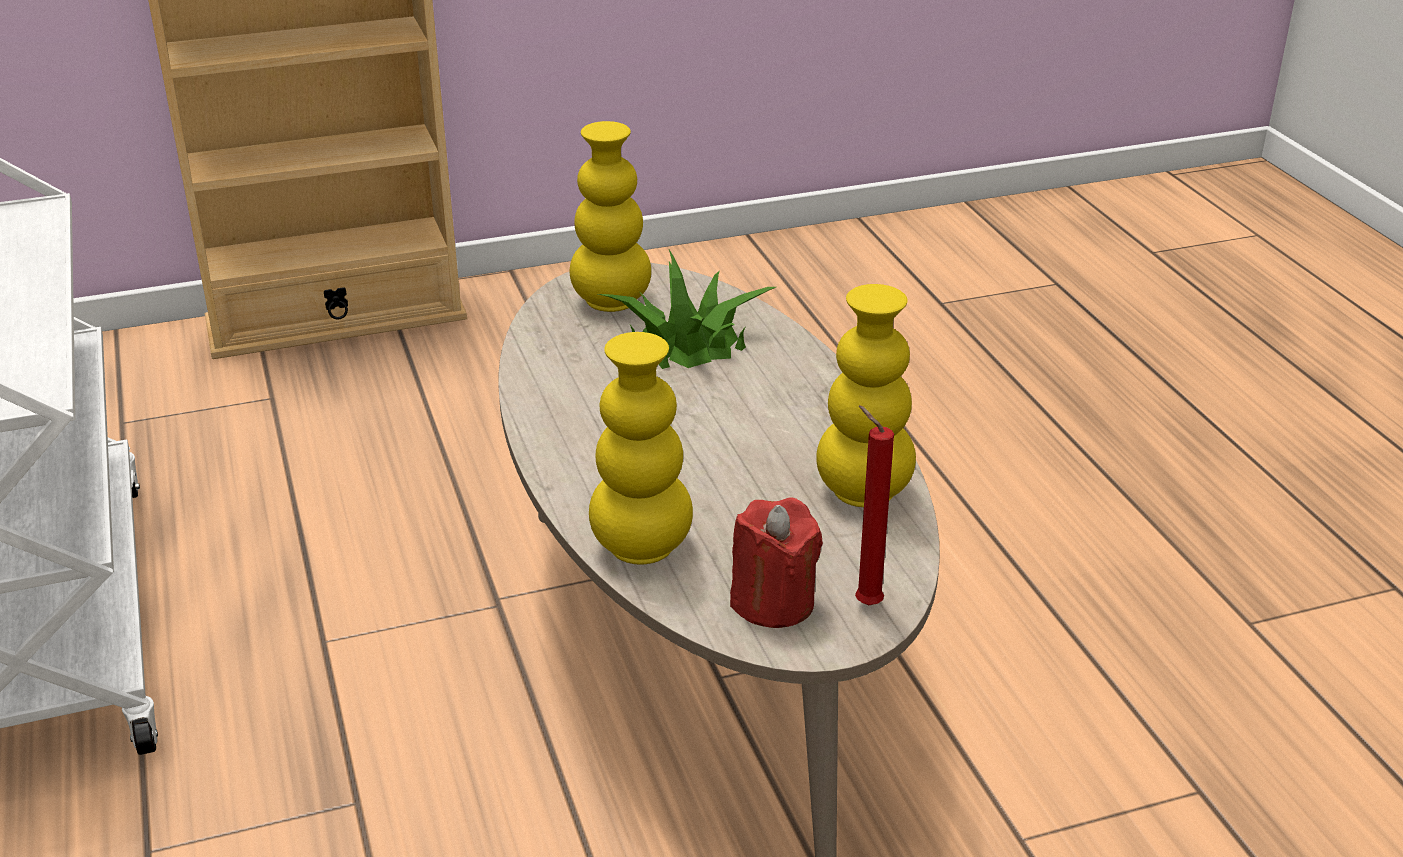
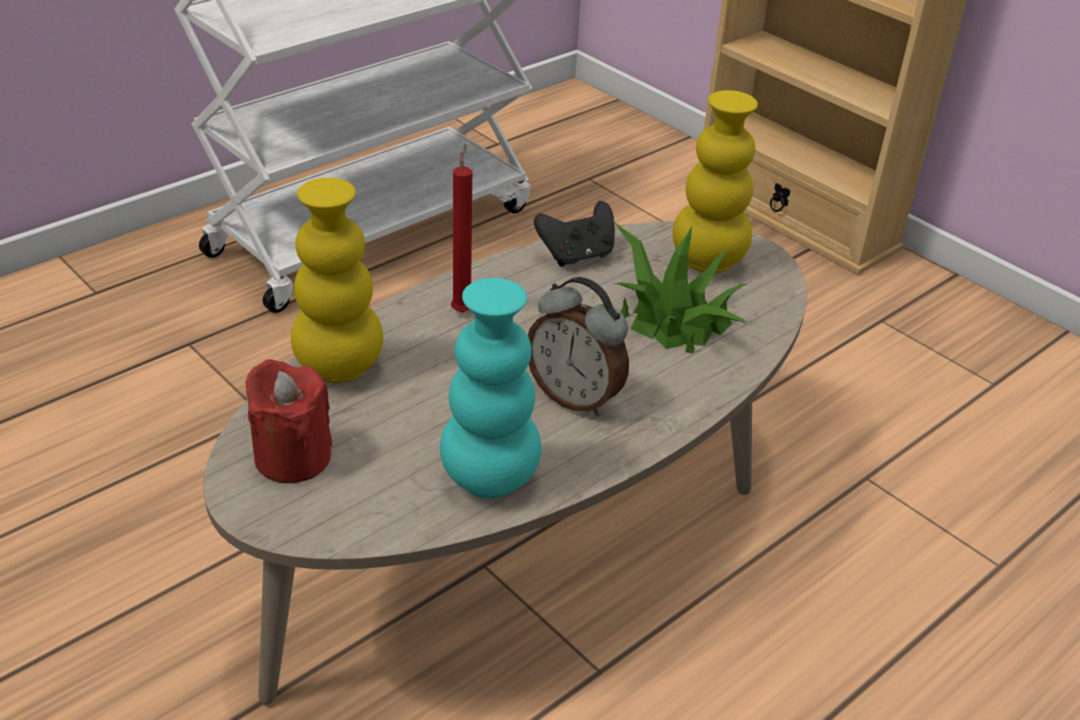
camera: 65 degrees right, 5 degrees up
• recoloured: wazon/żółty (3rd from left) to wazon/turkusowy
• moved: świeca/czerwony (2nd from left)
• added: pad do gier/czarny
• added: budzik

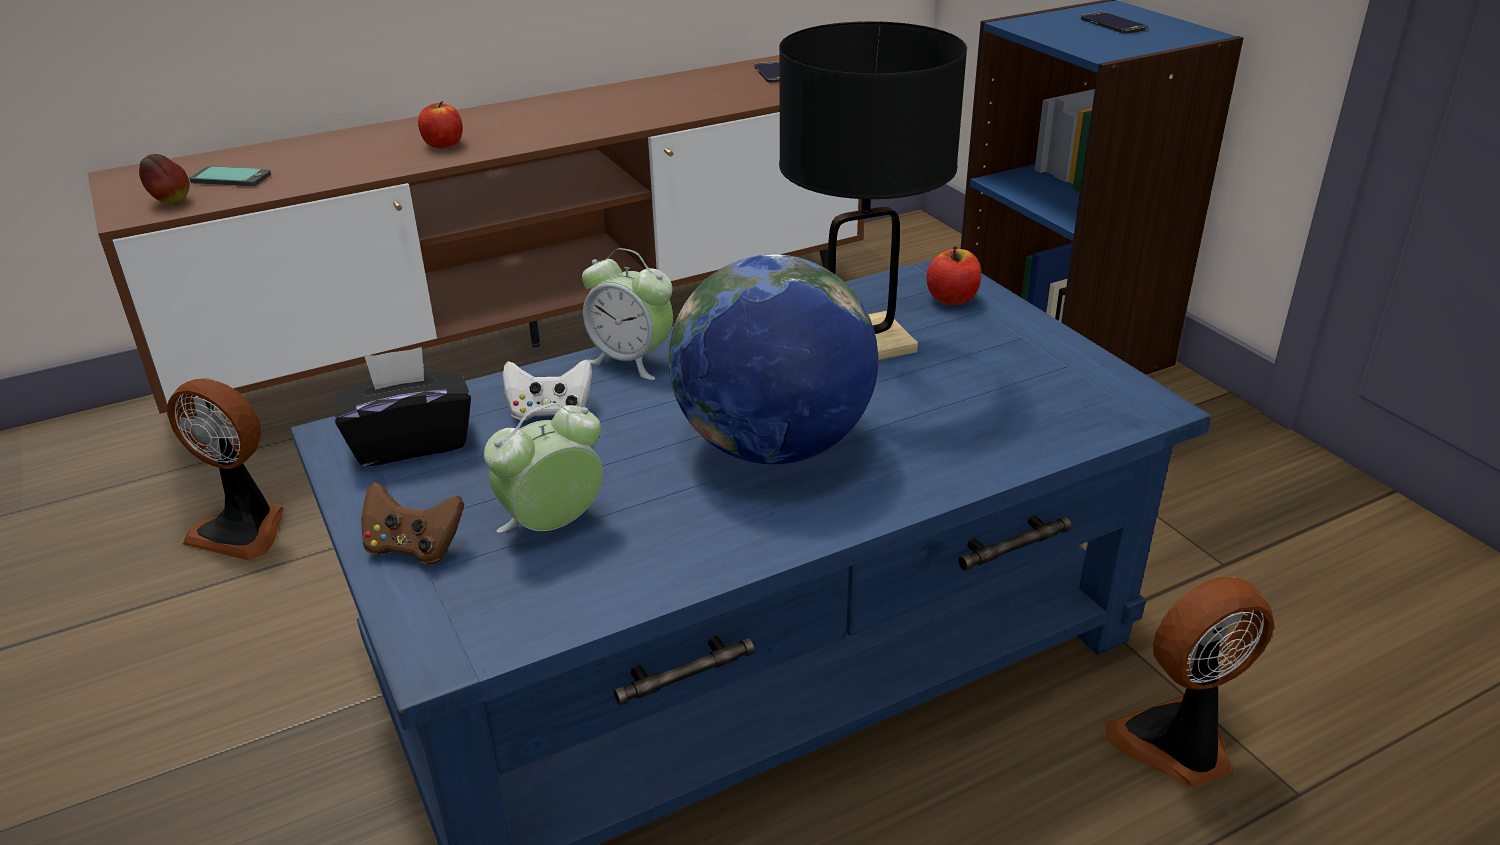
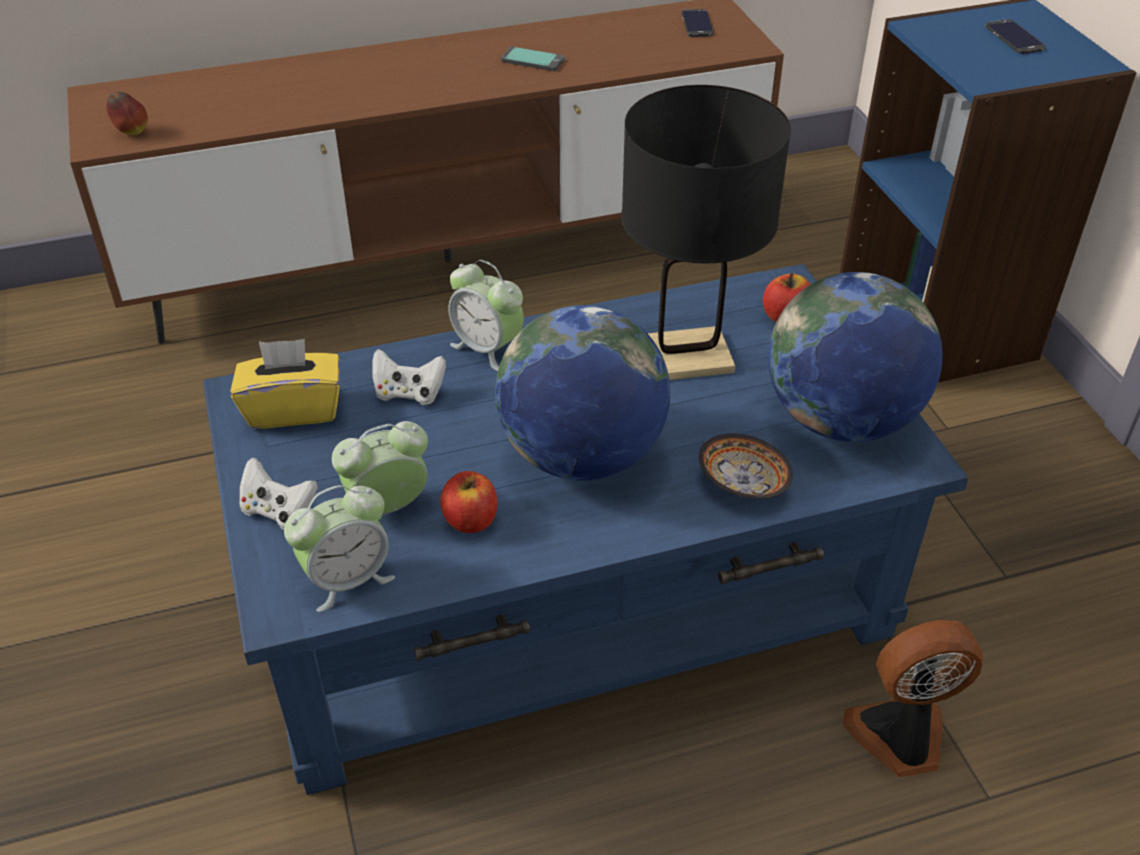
camera: 10 degrees right, 10 degrees up
• moved: jabłko (2nd from left)
• moved: telefon (1st from left)
• recoloured: pudełko chusteczek/czarny to pudełko chusteczek/żółty
• removed: wentylator (1st from left)
• recoloured: pad do gier/brązowy to pad do gier/biały (1st from left)
• added: globus (2nd from left)
• added: miska
• added: budzik (1st from left)

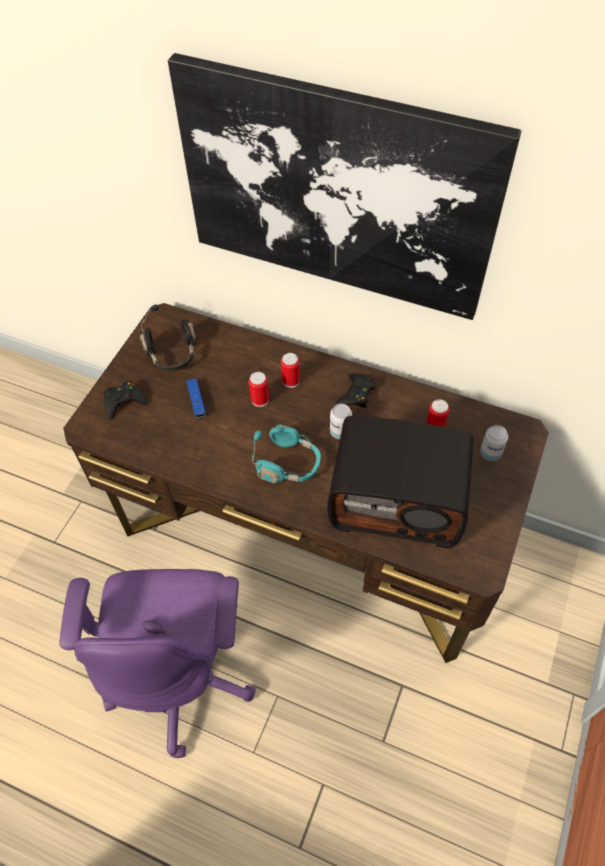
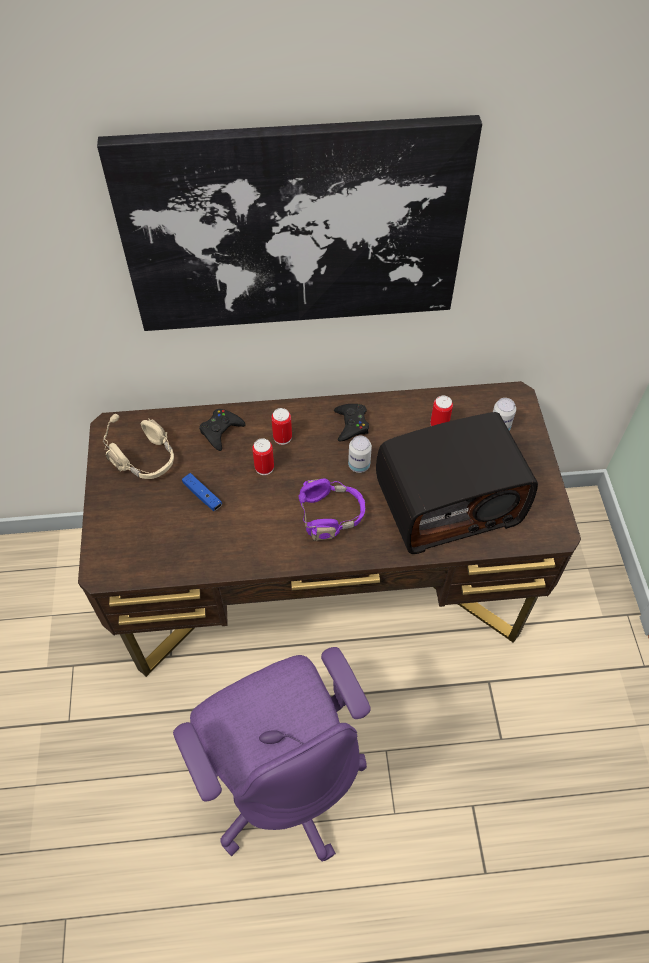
camera: 30 degrees left, 0 degrees up
• recoloured: słuchawki/czarny to słuchawki/beżowy
• moved: pad do gier/czarny (1st from left)
• recoloured: słuchawki/turkusowy to słuchawki/fioletowy

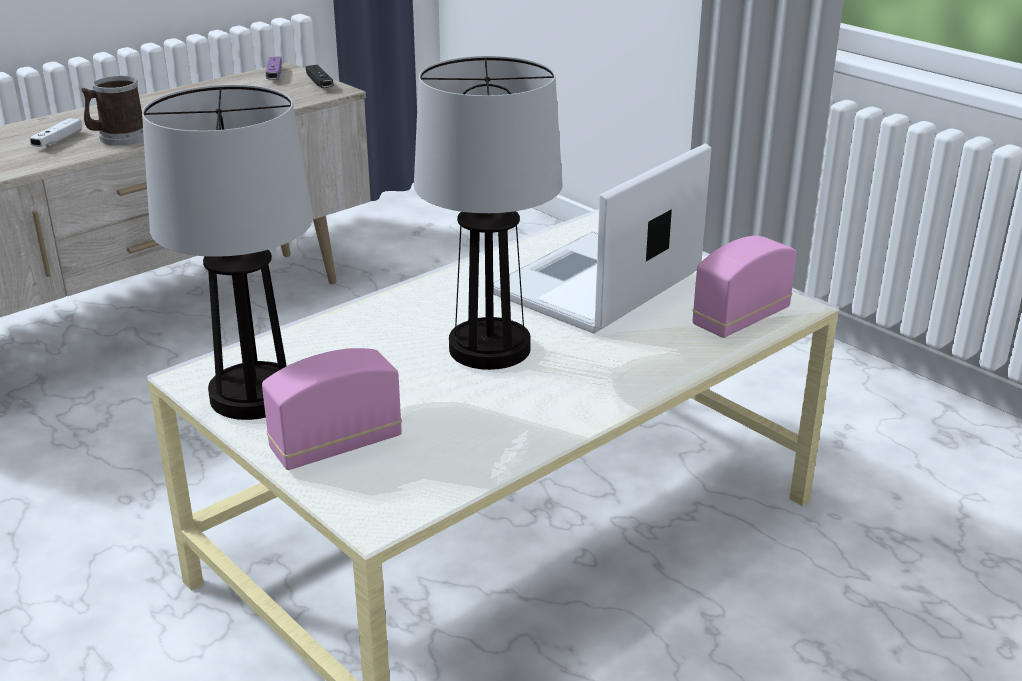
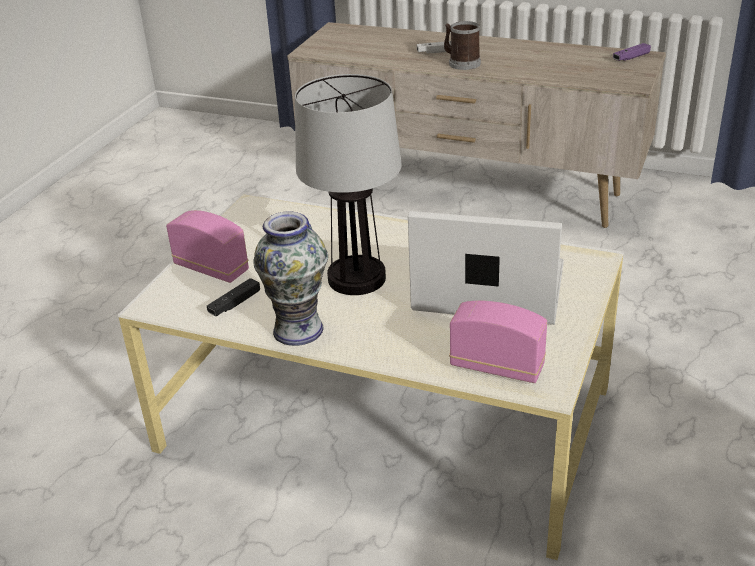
camera: 65 degrees right, 5 degrees up
• moved: pad do gier/czarny
• removed: lampa stołowa (1st from left)
• added: wazon

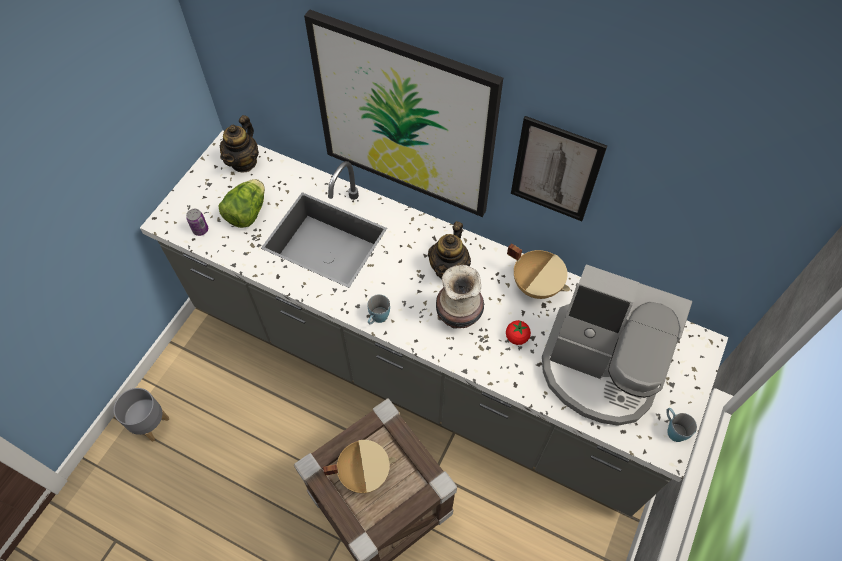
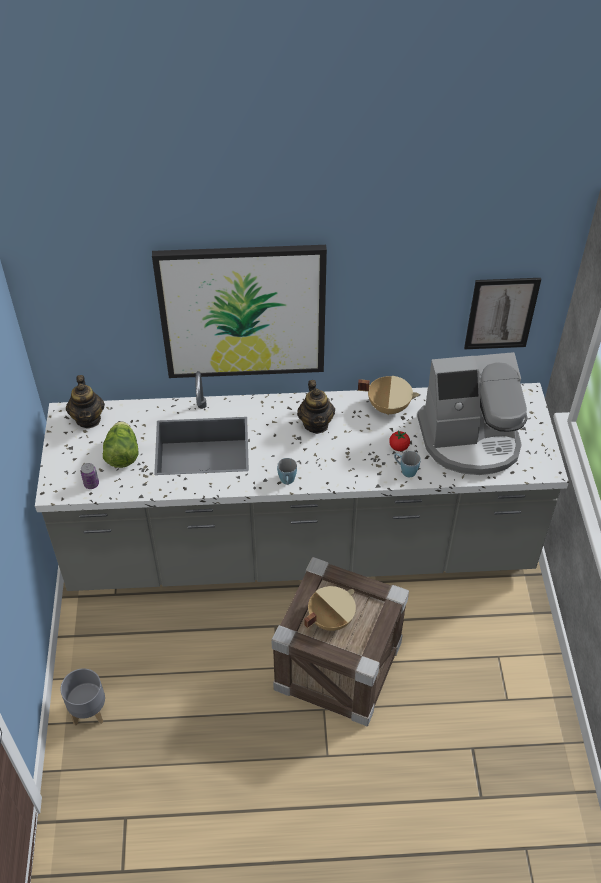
camera: 30 degrees left, 10 degrees down
• moved: obraz (2nd from left)
• removed: wazon
• moved: kubek/niebieski (2nd from left)

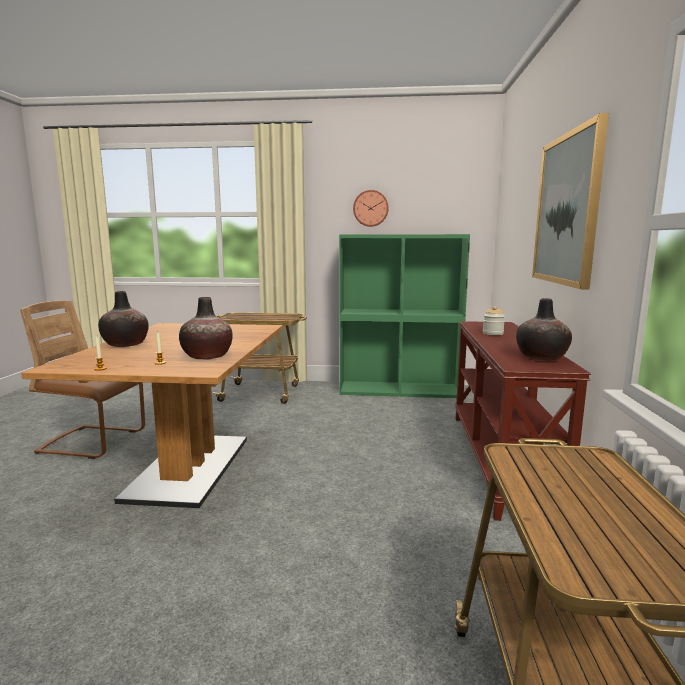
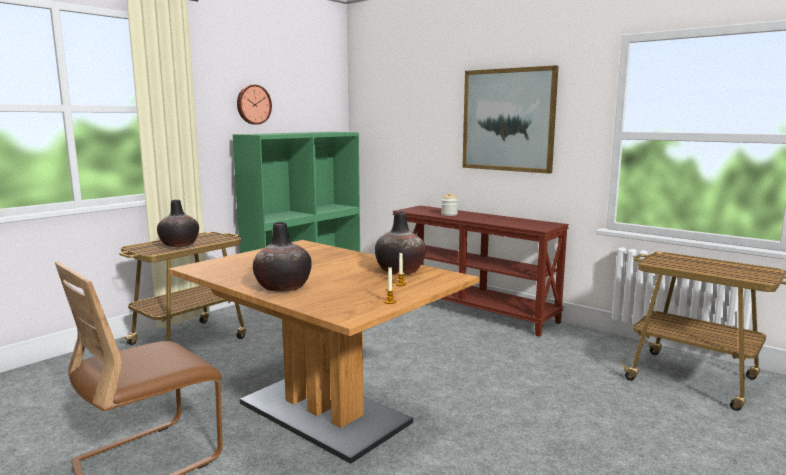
camera: 55 degrees left, 0 degrees up
• moved: wazon (3rd from left in the first image) to wazon (1st from left)

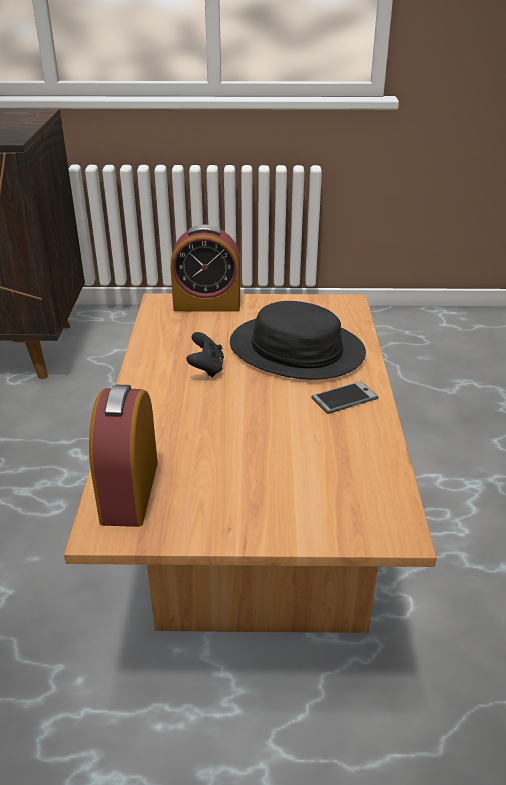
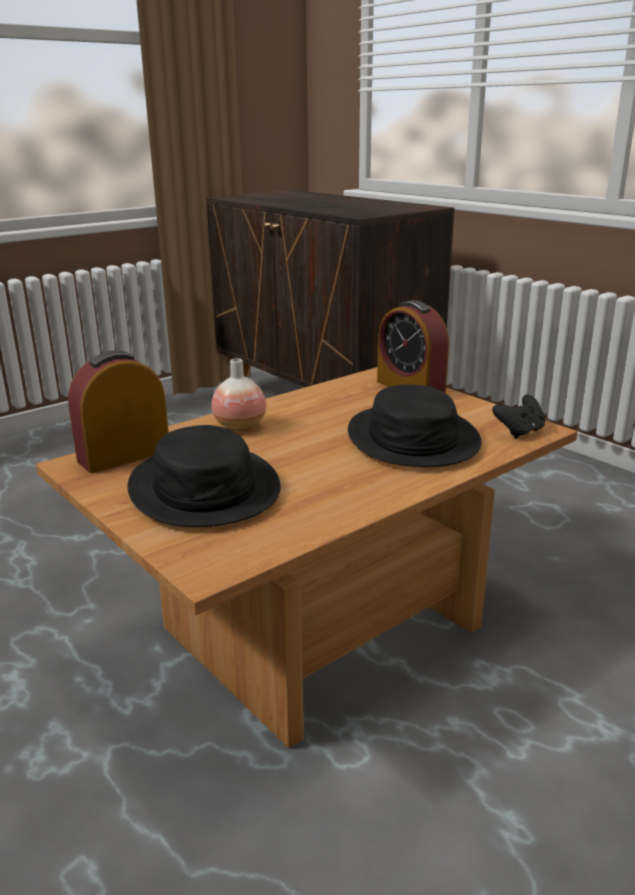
camera: 50 degrees right, 10 degrees down
• moved: pad do gier/czarny
• removed: telefon
• added: wazon
• added: kapelusz/czarny (1st from left)

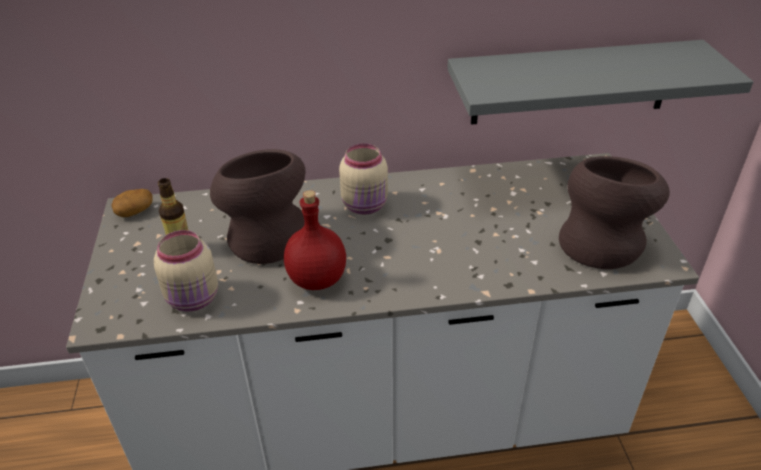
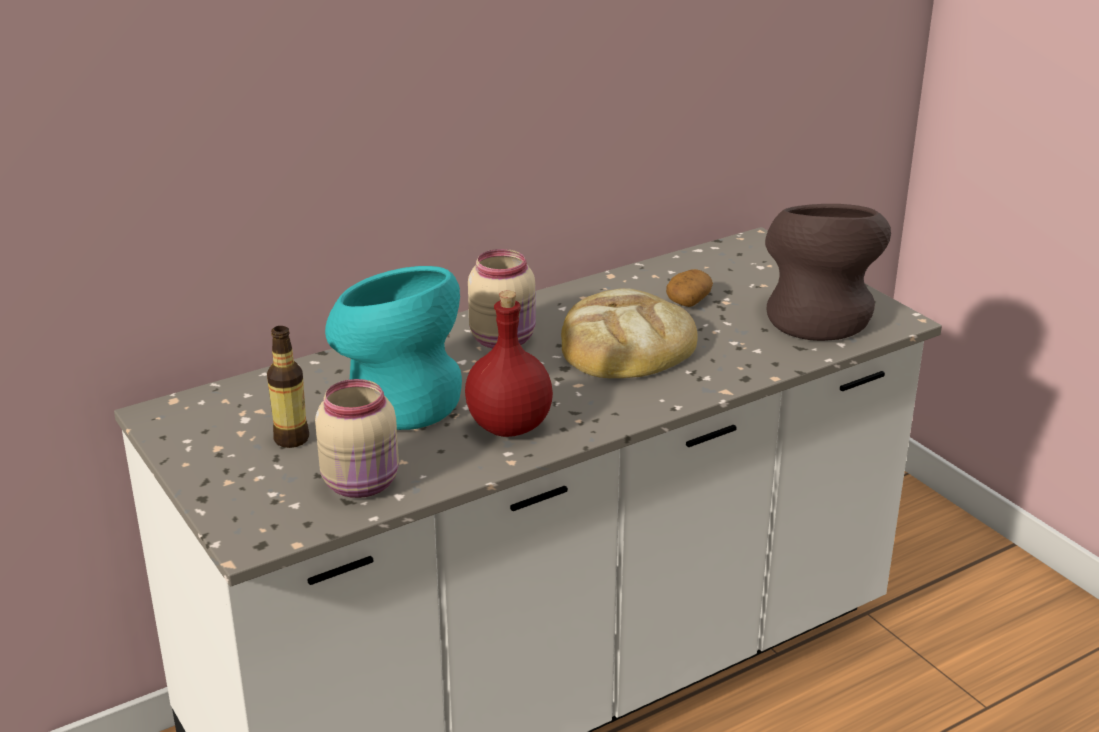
camera: 25 degrees left, 10 degrees down
• removed: półka/szary
• recoloured: wazon/brązowy (1st from left) to wazon/turkusowy
• moved: ziemniak
• added: chleb

